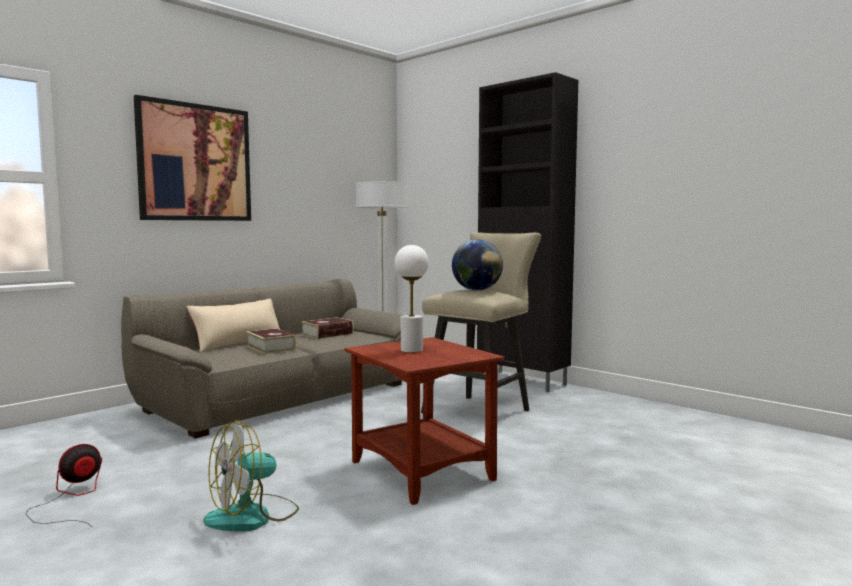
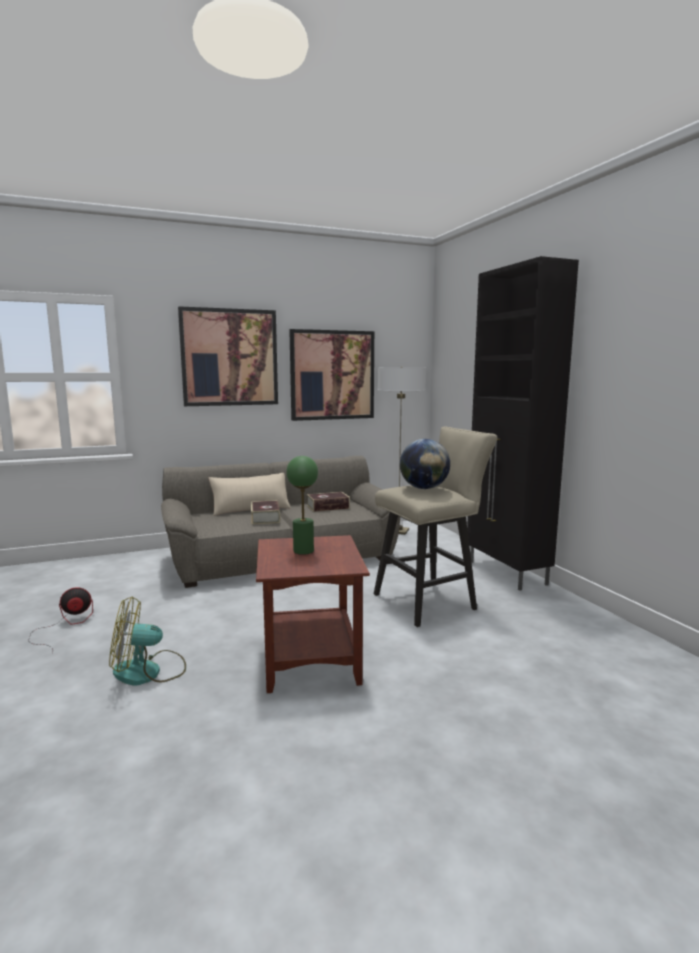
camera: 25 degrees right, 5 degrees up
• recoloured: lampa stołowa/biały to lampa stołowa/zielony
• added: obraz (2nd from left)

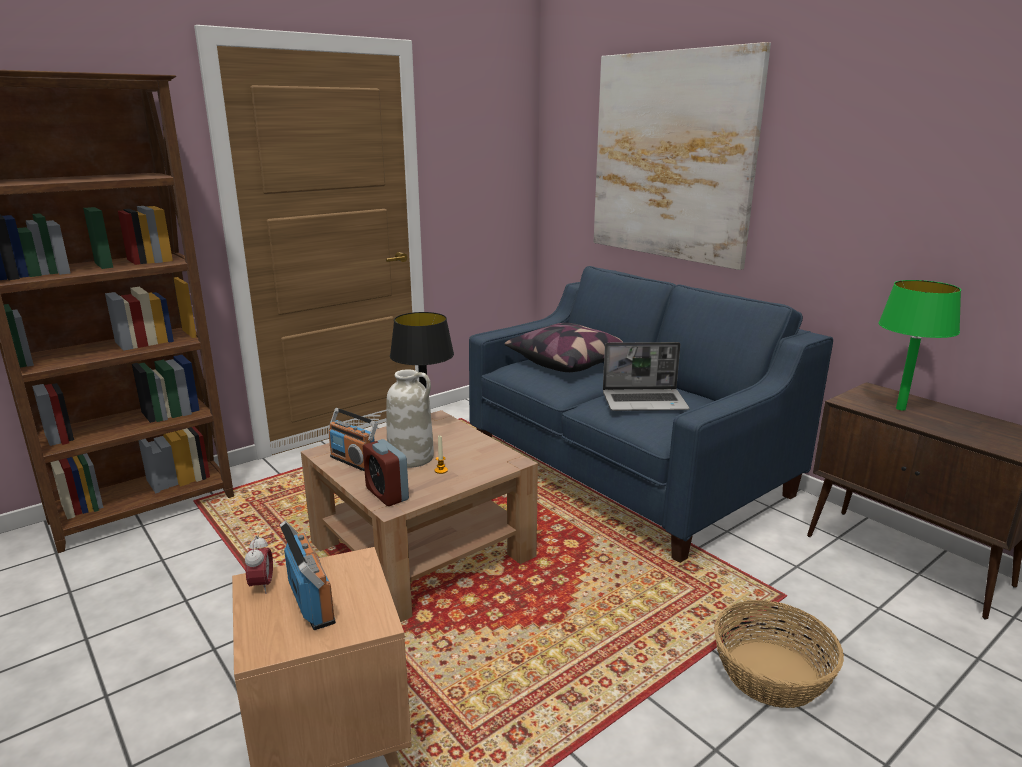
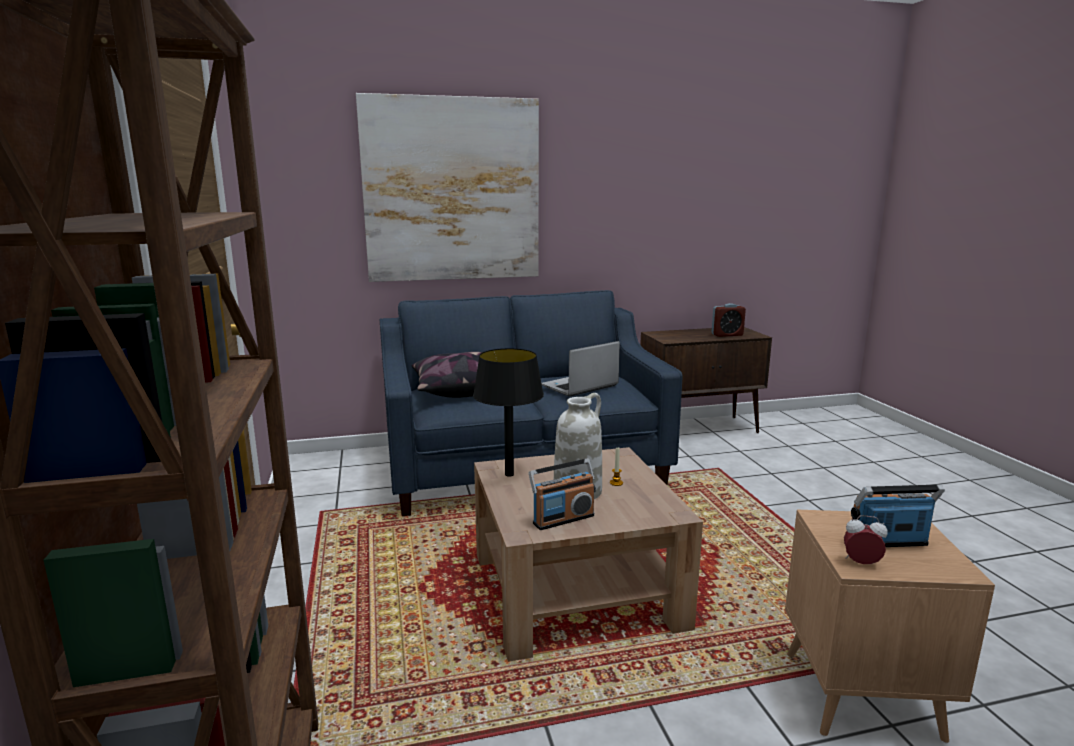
camera: 65 degrees left, 5 degrees down
• removed: lampa stołowa/zielony
• turned: laptop 150 degrees counterclockwise
• moved: budzik (2nd from left in the first image) to budzik (1st from left)
• removed: koszyk

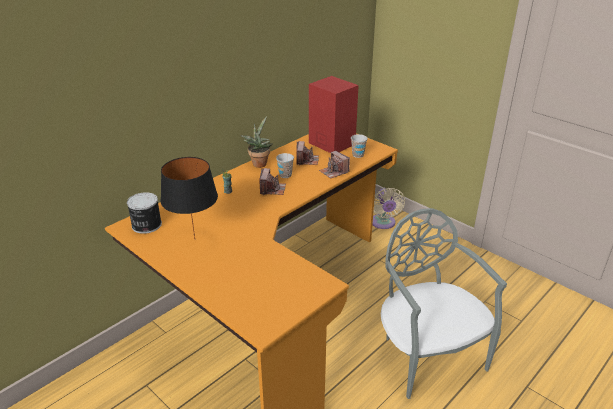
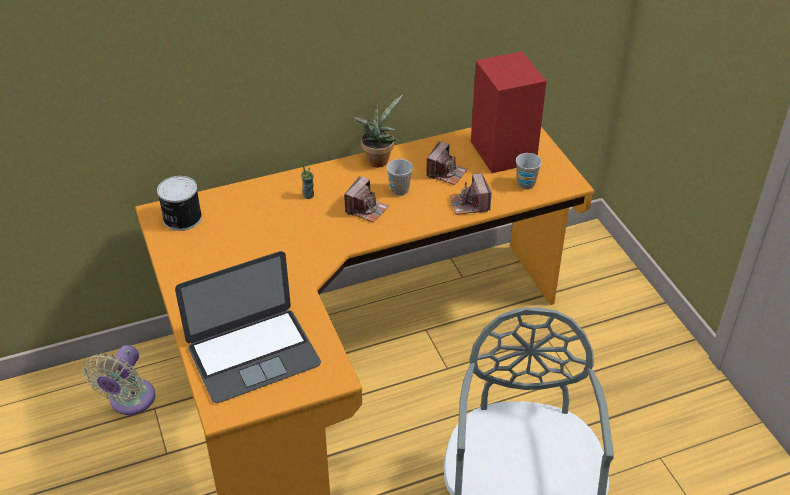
camera: 25 degrees right, 10 degrees up
• removed: lampa stołowa/czarny
• moved: wentylator/beżowy
• added: laptop

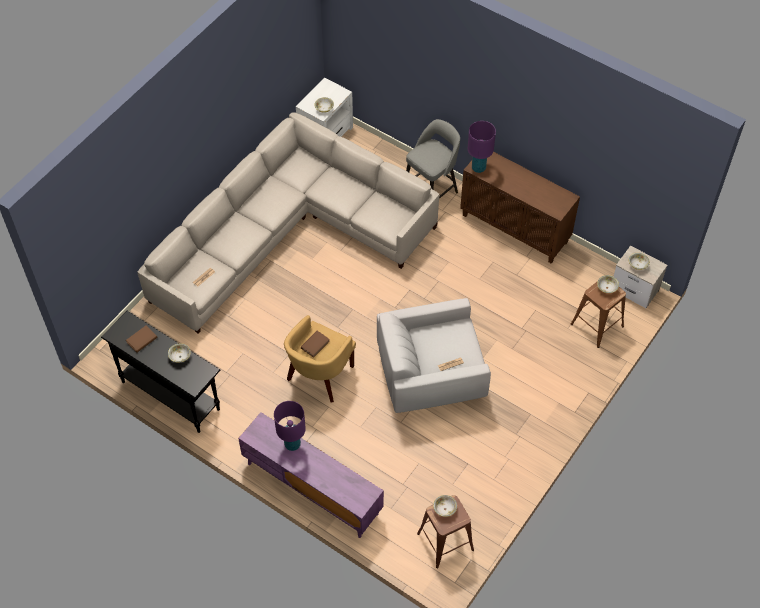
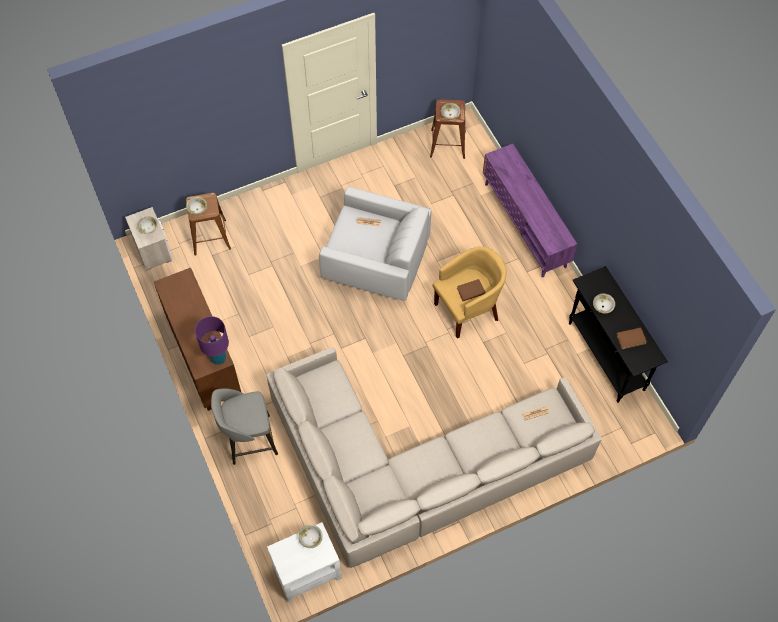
camera: 150 degrees left, 5 degrees up
• removed: lampa stołowa/fioletowy (1st from left)

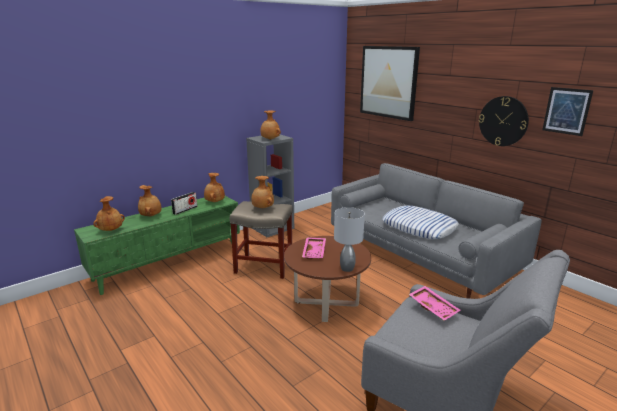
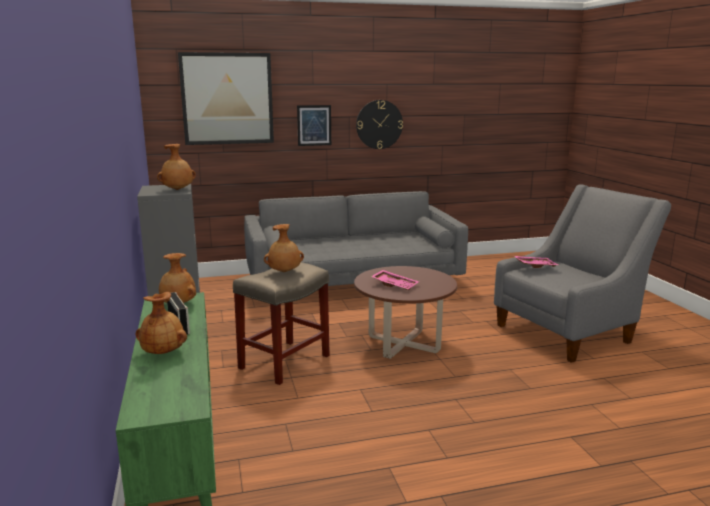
camera: 65 degrees left, 5 degrees down
• moved: obraz (2nd from left)
• removed: wazon/brązowy (1st from left)
• removed: poduszka
• removed: lampa stołowa/szary

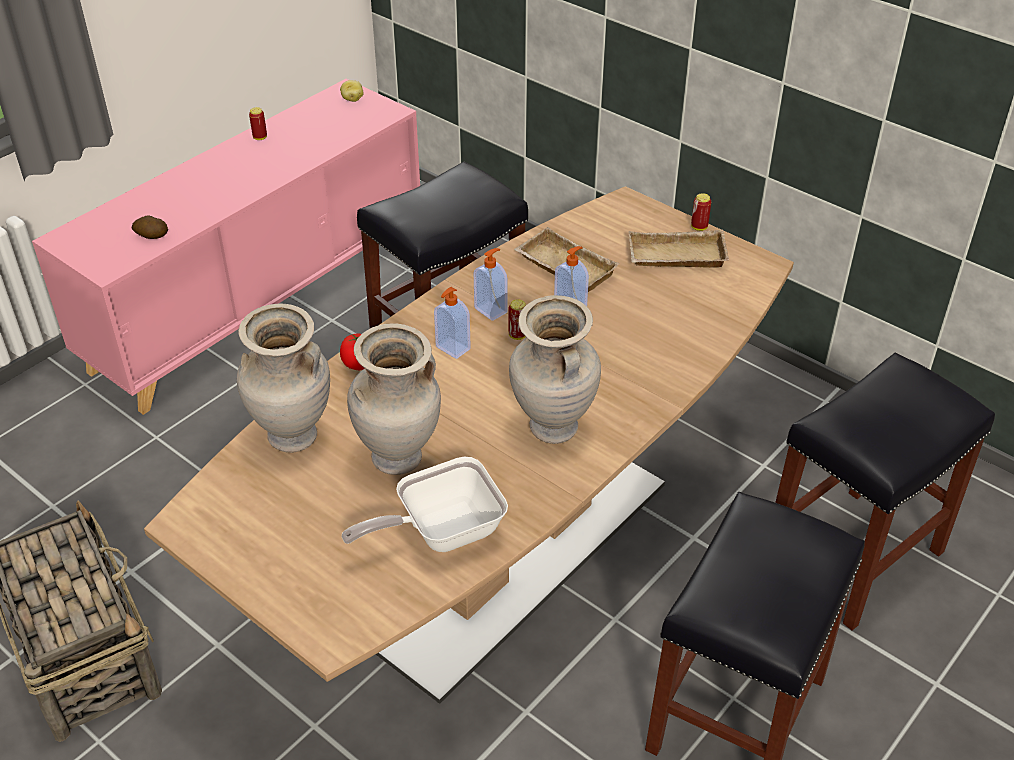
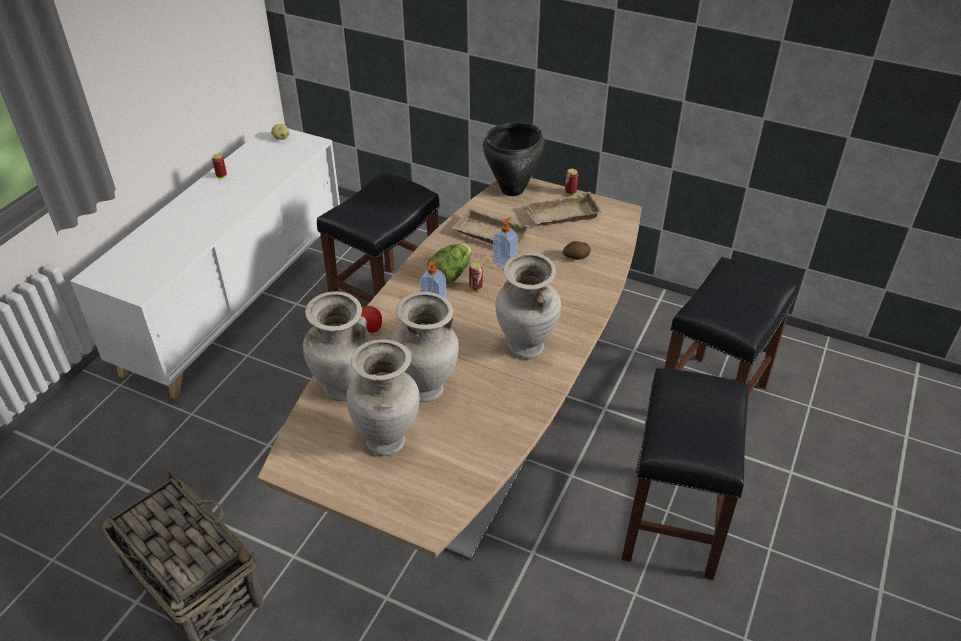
camera: 15 degrees left, 0 degrees up
• recoloured: szafka/różowy to szafka/biały
• moved: ziemniak (1st from left in the first image) to ziemniak (2nd from left)
• replaced: dozownik mydła (2nd from left) to sałata
• removed: patelnia
• added: garnek/czarny
• added: wazon/beżowy (2nd from left)

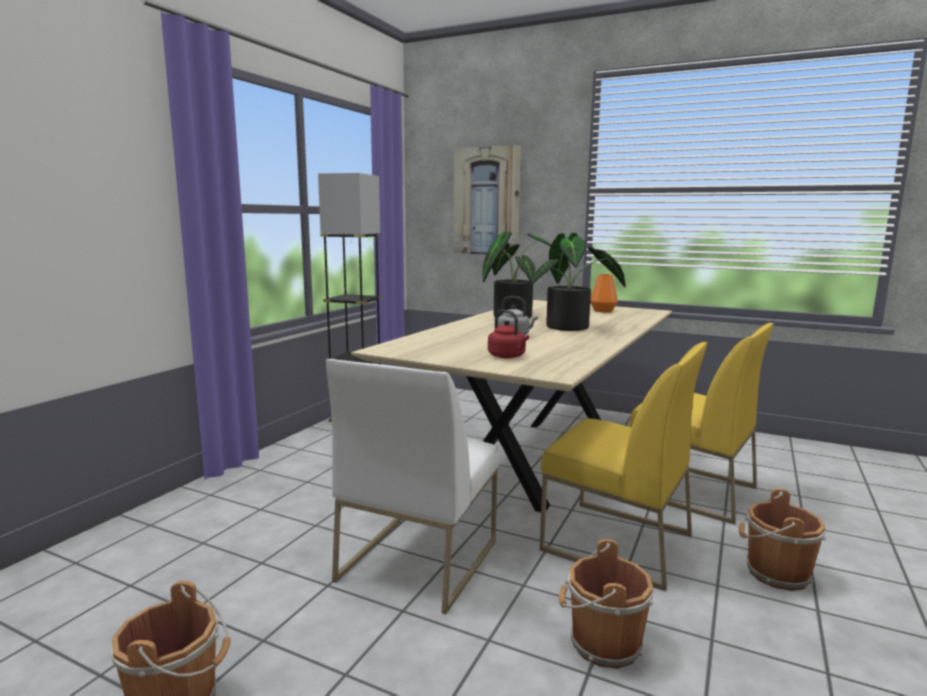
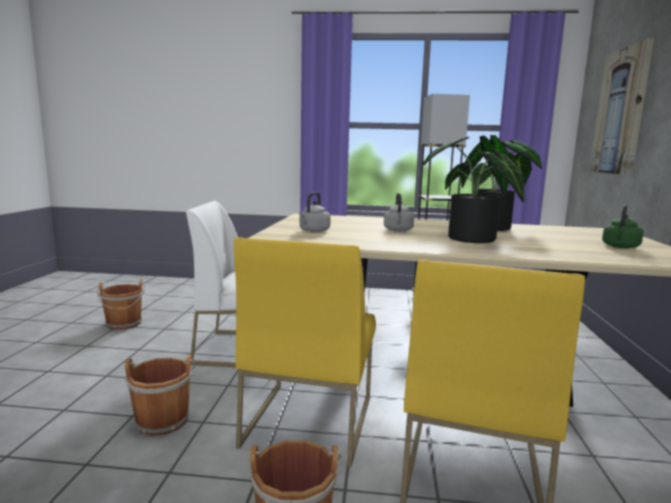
camera: 70 degrees right, 0 degrees up
• replaced: wazon/pomarańczowy to czajnik/zielony
• recoloured: czajnik/czerwony to czajnik/szary (1st from left)

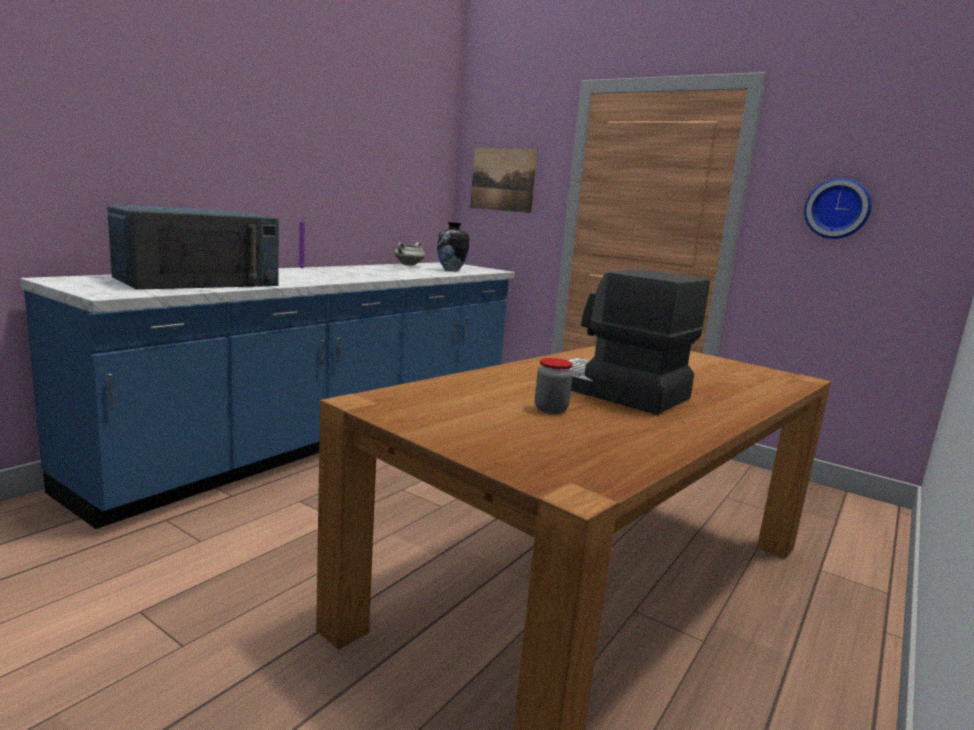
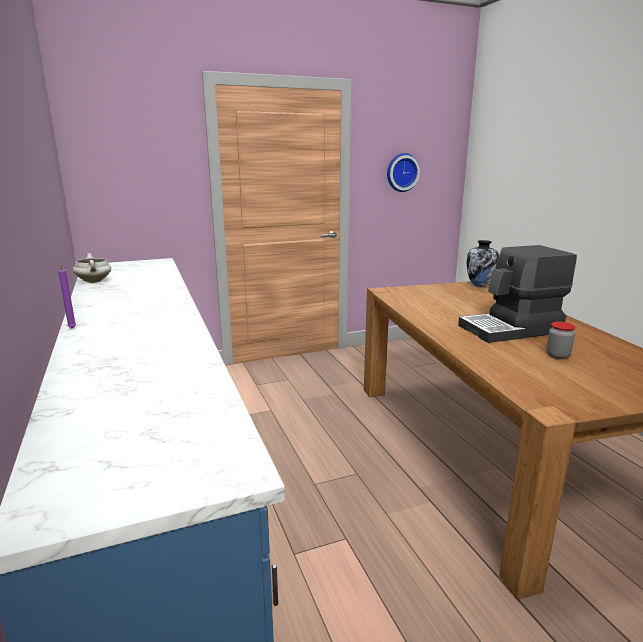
camera: 55 degrees left, 5 degrees up
• removed: obraz
• removed: mikrofalówka/niebieski
• moved: wazon

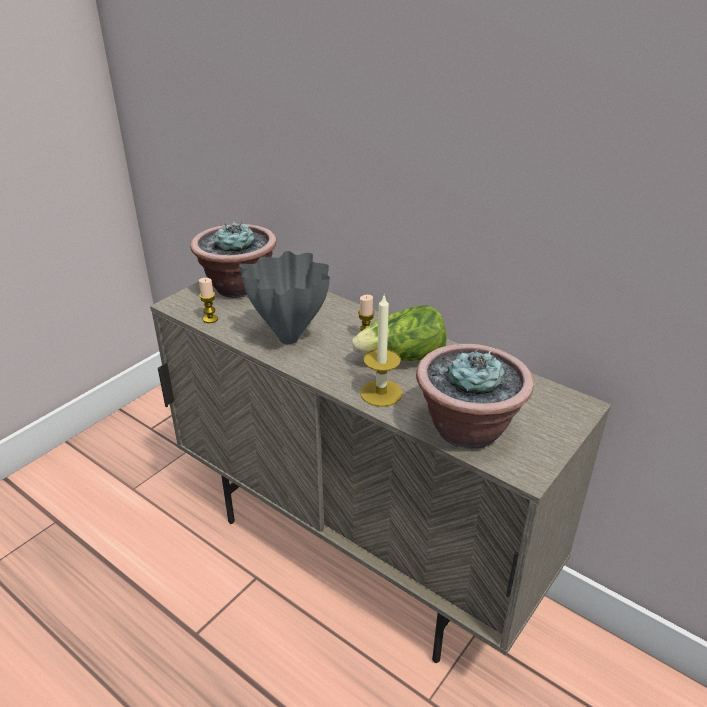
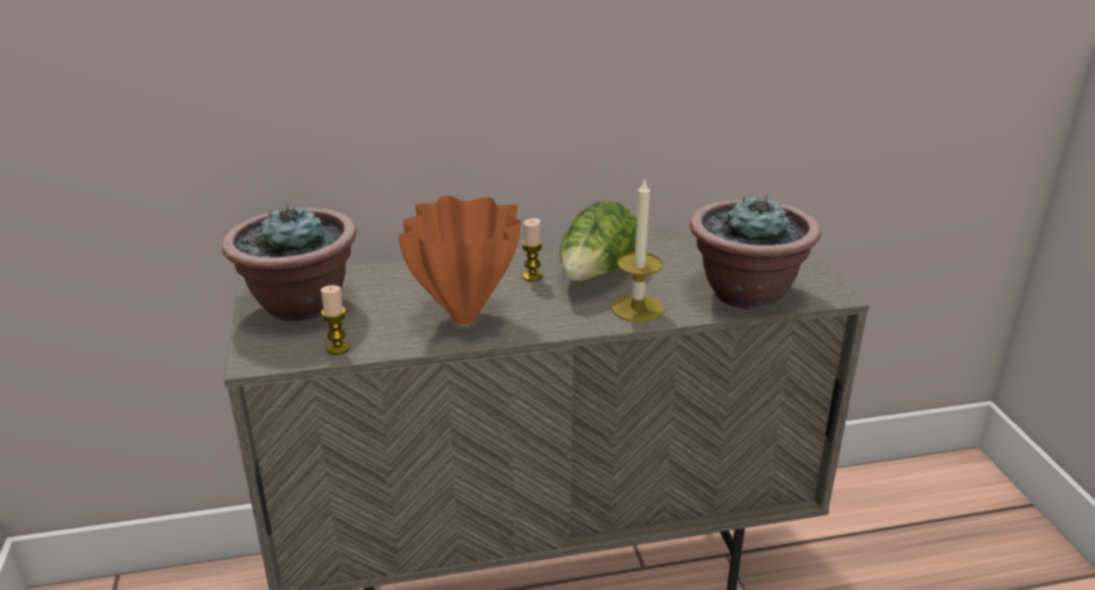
camera: 50 degrees left, 5 degrees down
• recoloured: wazon/szary to wazon/pomarańczowy

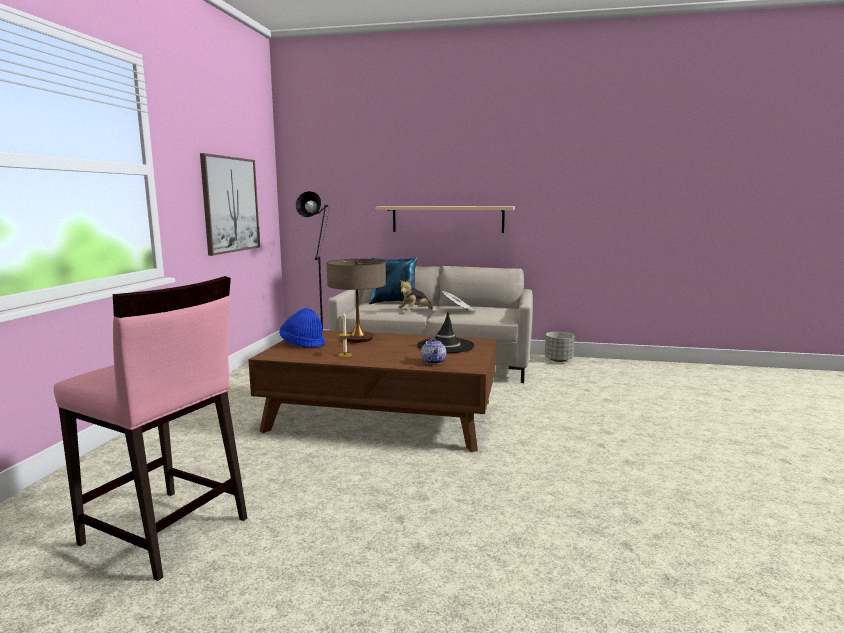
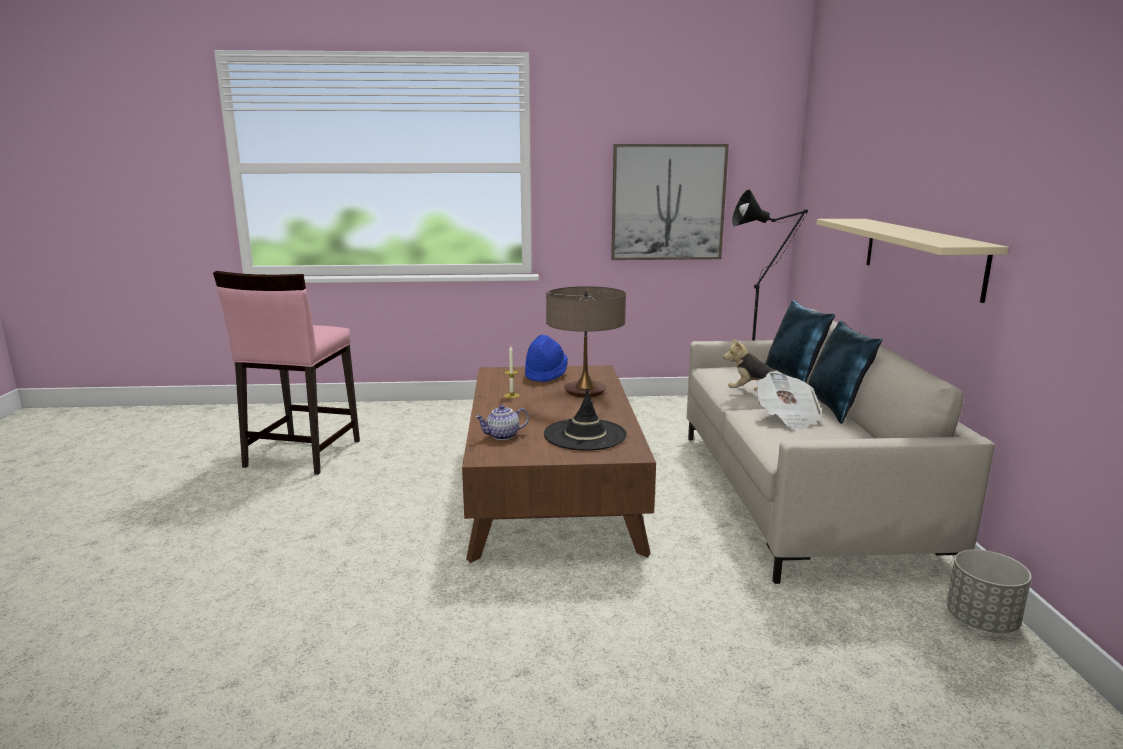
camera: 75 degrees right, 5 degrees up
• added: poduszka/niebieski (2nd from left)

